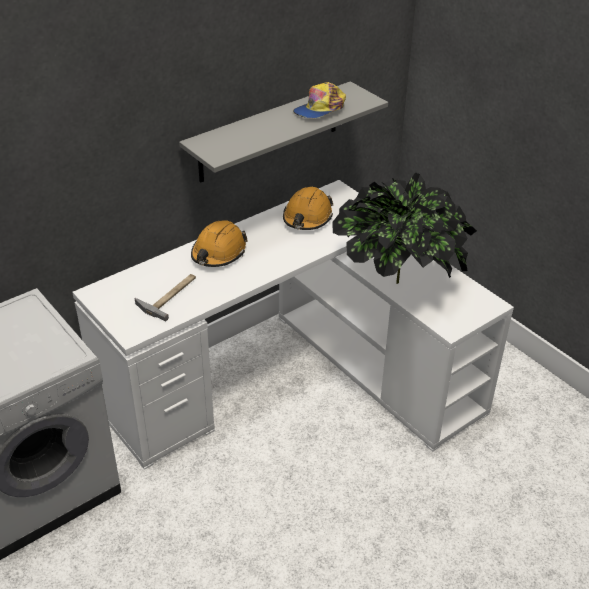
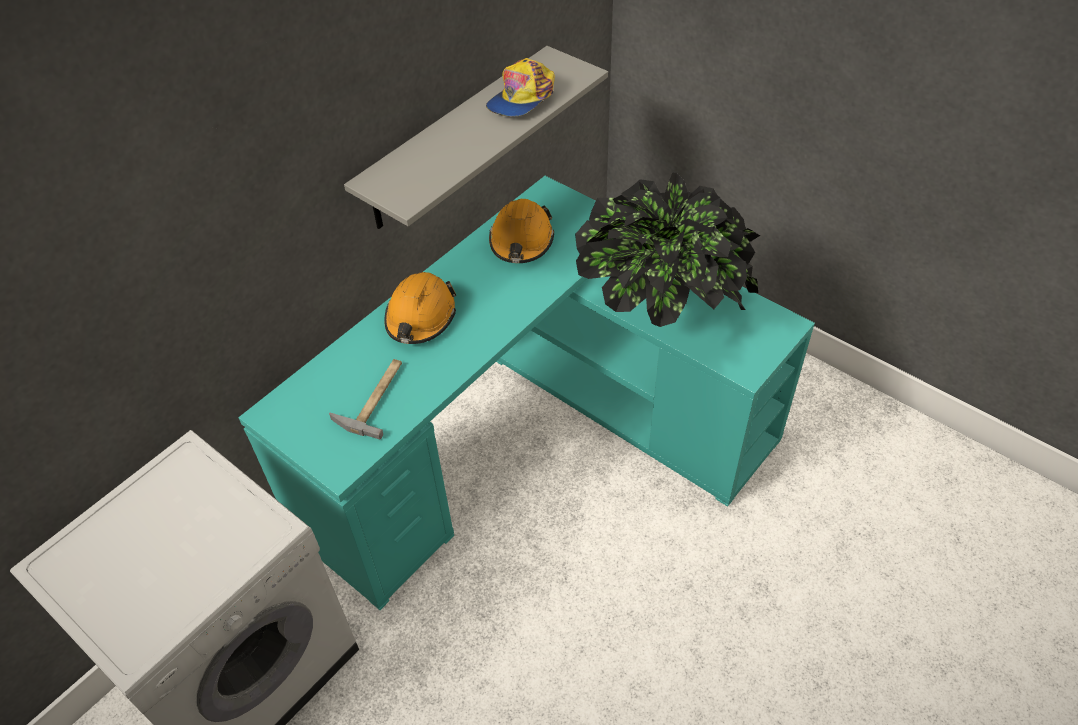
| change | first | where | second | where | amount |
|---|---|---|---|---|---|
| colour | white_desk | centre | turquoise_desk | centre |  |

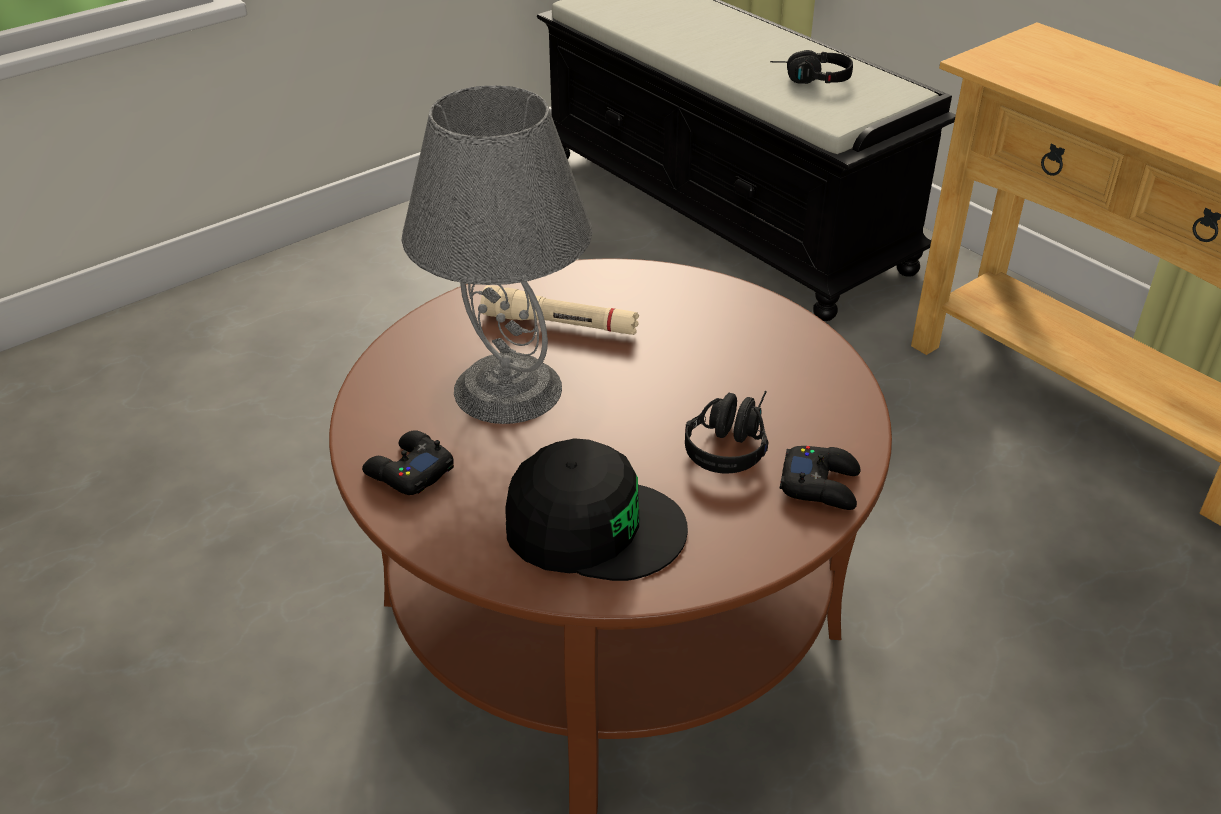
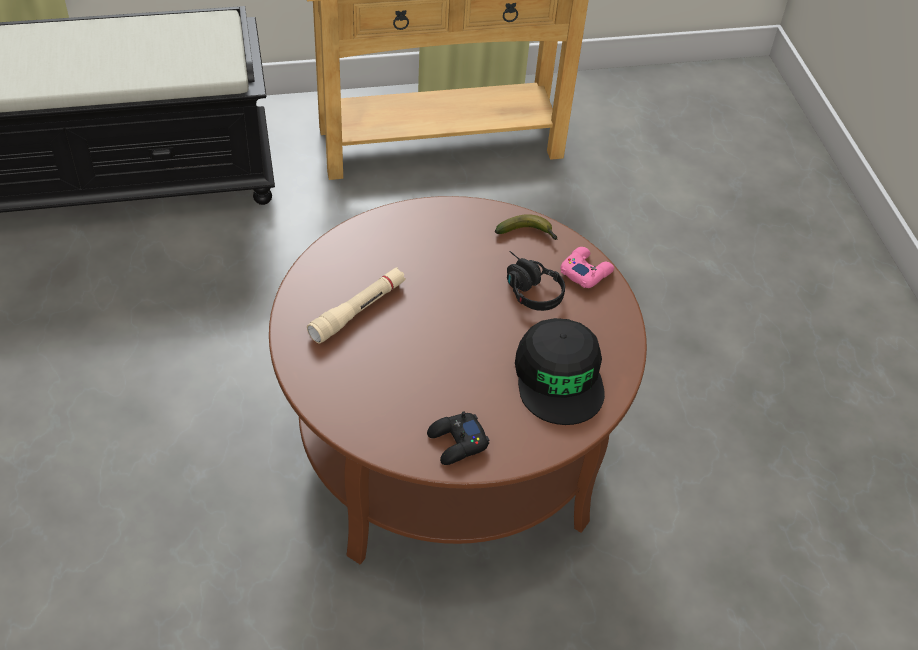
| change | first | where | second | where | amount |
|---|---|---|---|---|---|
| missing | grey_table_lamp | top centre |  |  |  |
| missing | black_headphones (no. 2 from left) | top centre |  |  |  |
| appeared |  |  | banana | centre |  |
| colour | black_game_controller (no. 2 from left) | middle right | pink_game_controller | centre |  |
| spun | black_cap | centre |  | centre | 135 degrees clockwise |

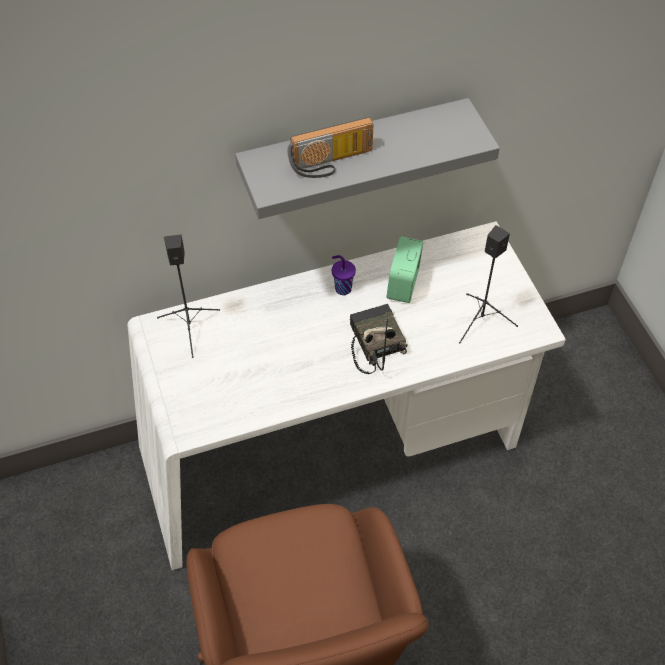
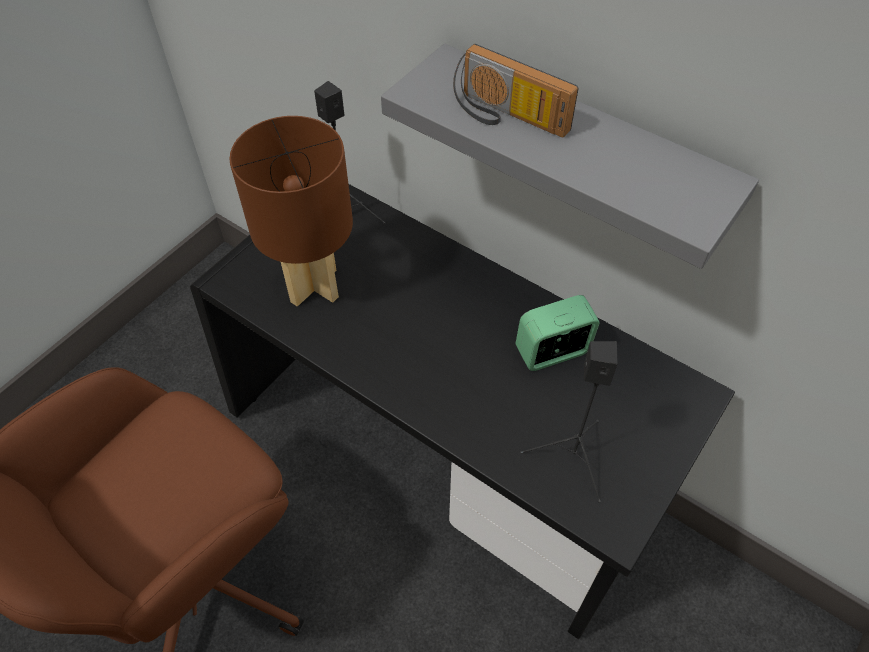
| change | first | where | second | where | amount |
|---|---|---|---|---|---|
| missing | purple_cup | centre |  |  |  |
| missing | radio (no. 2 from left) | centre |  |  |  |
| appeared |  |  | brown_table_lamp | top centre |  |
| colour | white_desk | centre | black_desk | centre |  |

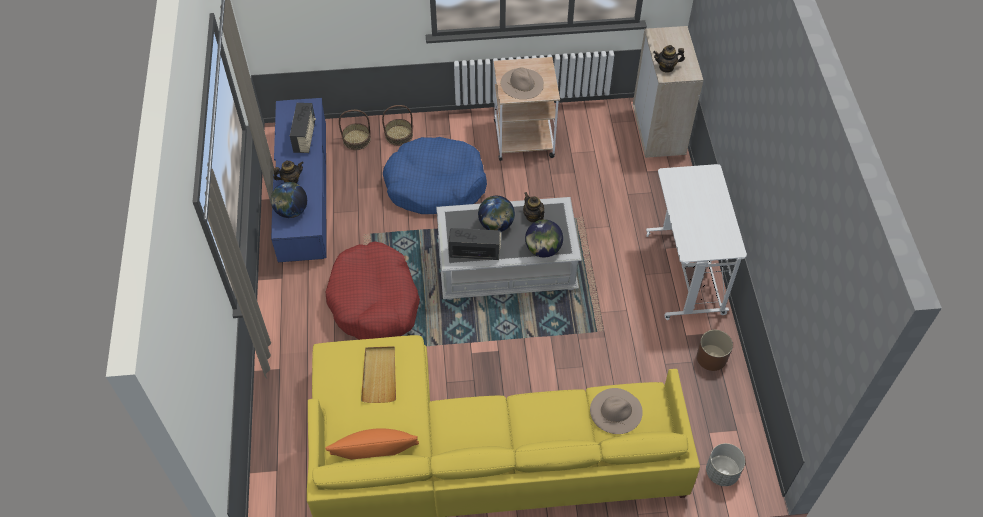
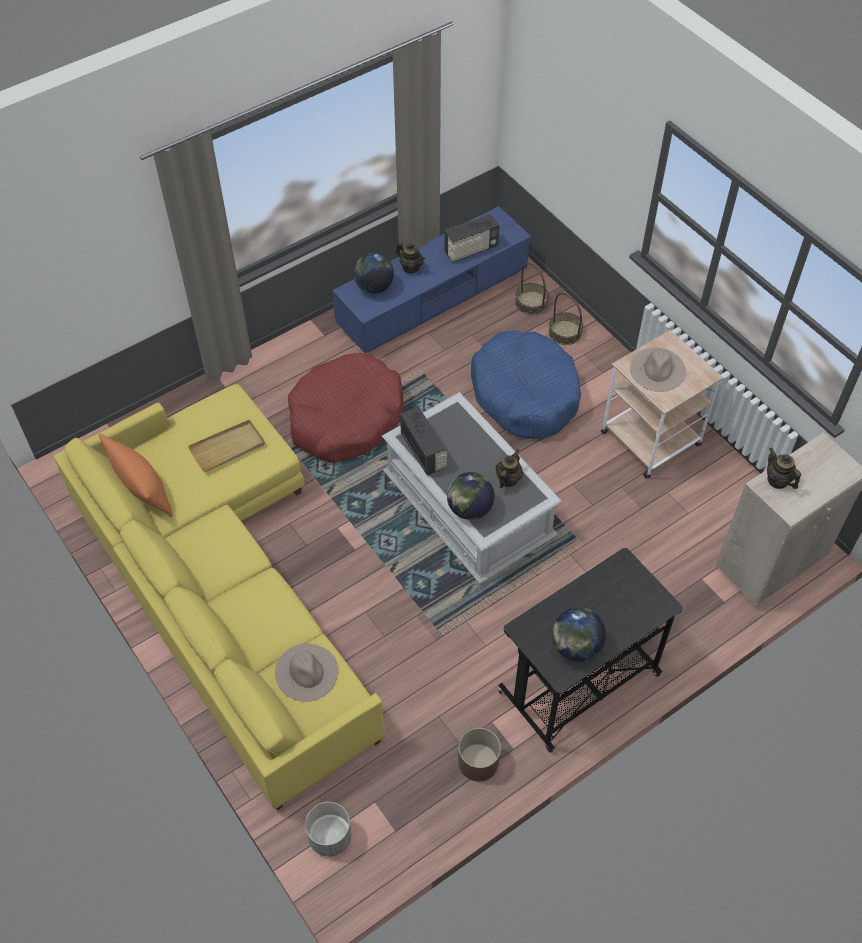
| change | first | where | second | where | amount |
|---|---|---|---|---|---|
| relocated | globe (no. 2 from left in the first image) | centre | globe (no. 3 from left) | bottom right |  |
| colour | white_desk | middle right | black_desk | bottom right |  |

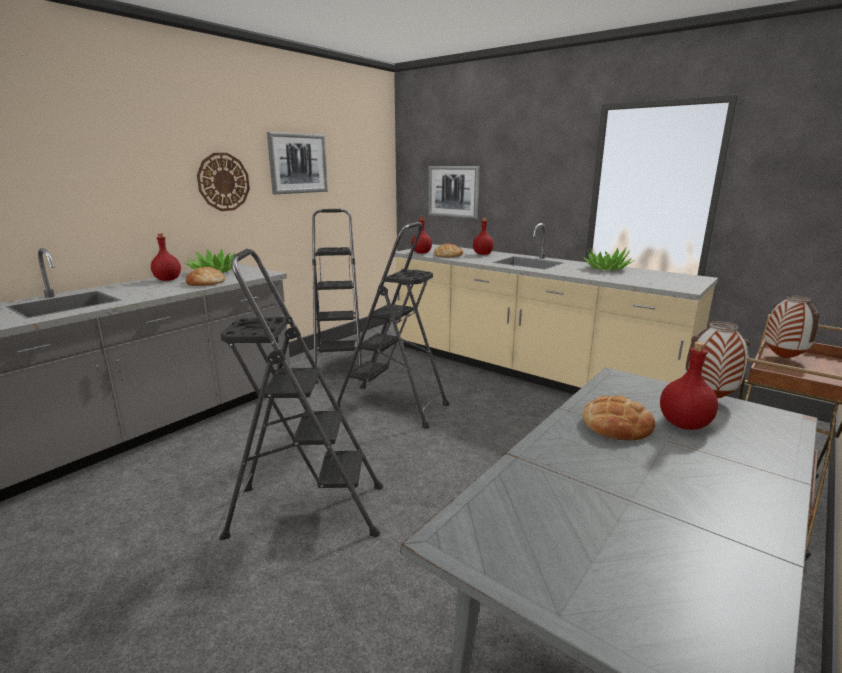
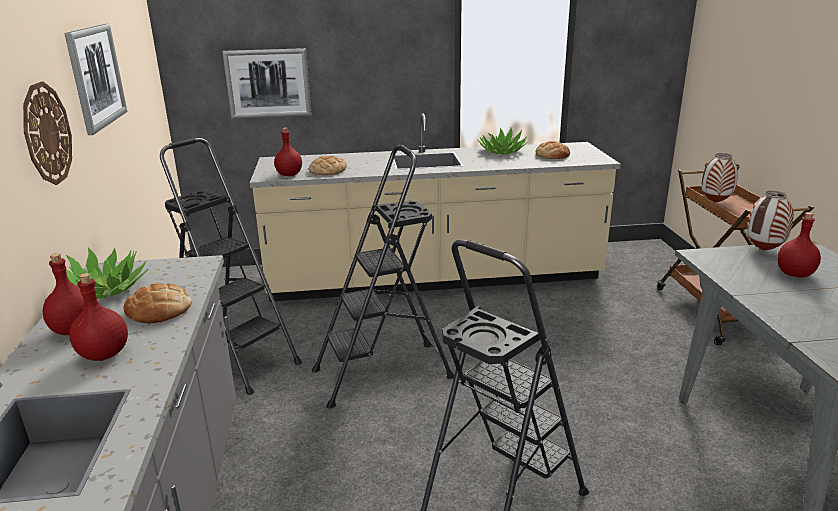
| change | first | where | second | where | amount |
|---|---|---|---|---|---|
| relocated | red_bottle (no. 3 from left in the first image) | centre | red_bottle (no. 2 from left) | middle left |  |
| relocated | bread (no. 3 from left) | middle right |  | top centre |  |

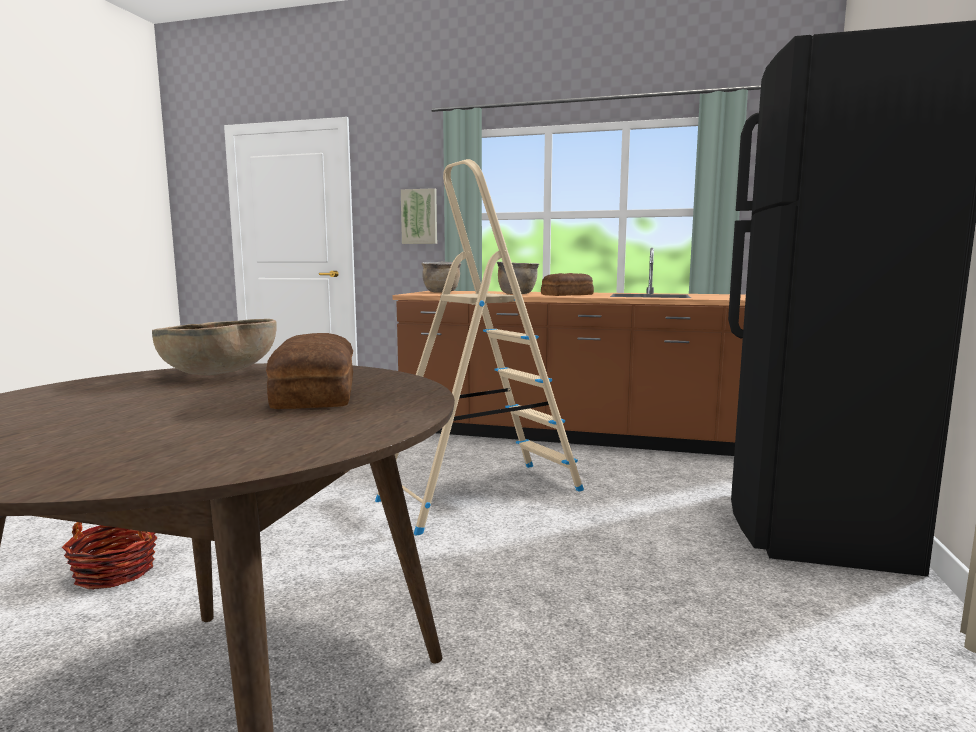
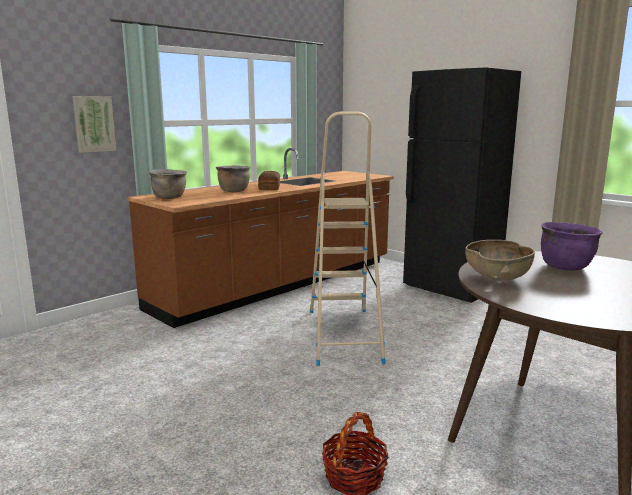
| change | first | where | second | where | amount |
|---|---|---|---|---|---|
| exchanged | bread (no. 1 from left) | middle left | purple_cooking_pot | middle right |  |

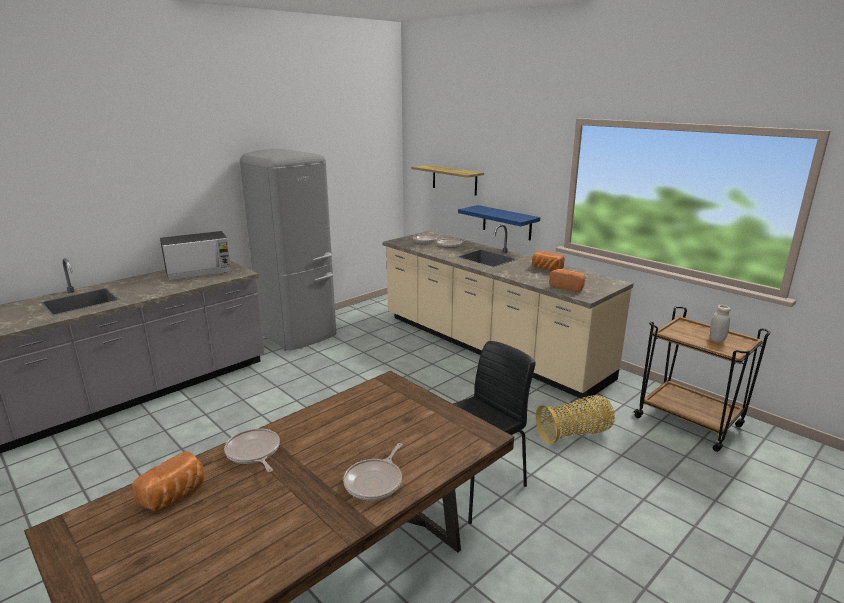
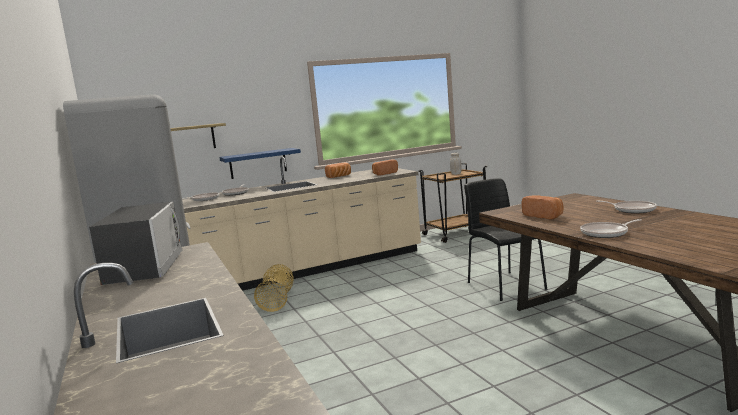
| change | first | where | second | where | amount |
|---|---|---|---|---|---|
| relocated | bread (no. 1 from left in the first image) | bottom left | bread (no. 3 from left) | middle right |  |
| relocated | basket | bottom right |  | bottom centre |  |

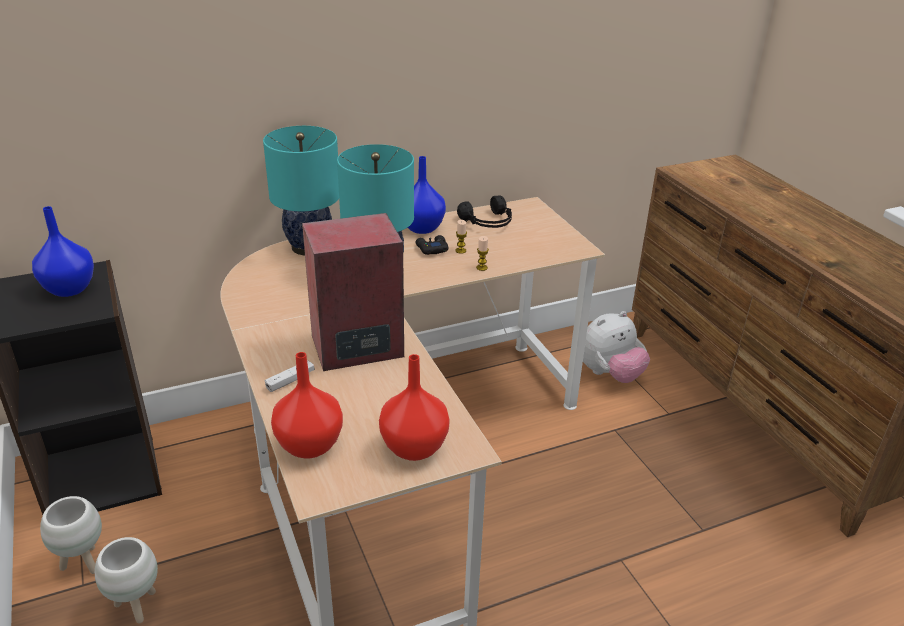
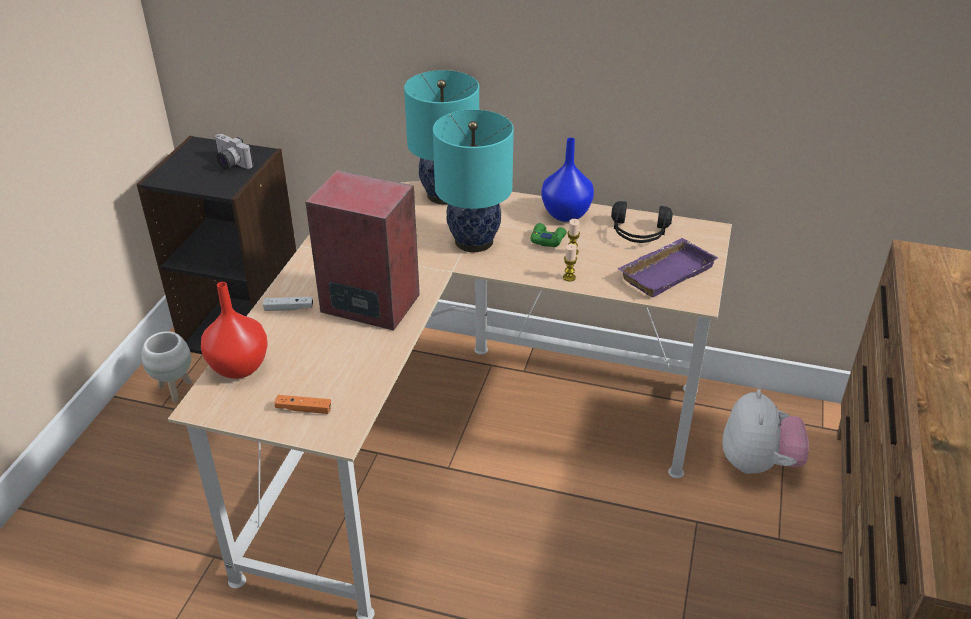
| change | first | where | second | where | amount |
|---|---|---|---|---|---|
| missing | white_planter (no. 2 from left) | bottom left |  |  |  |
| appeared |  |  | purple_tray | middle right |  |
| exchanged | blue_vase (no. 1 from left) | middle left | photo_camera | top left |  |
| exchanged | red_vase (no. 2 from left) | centre | orange_game_controller | middle left |  |
| colour | black_game_controller | centre | green_game_controller | centre |  |
| spun | plush_toy | middle right |  | bottom right | 90 degrees counterclockwise |

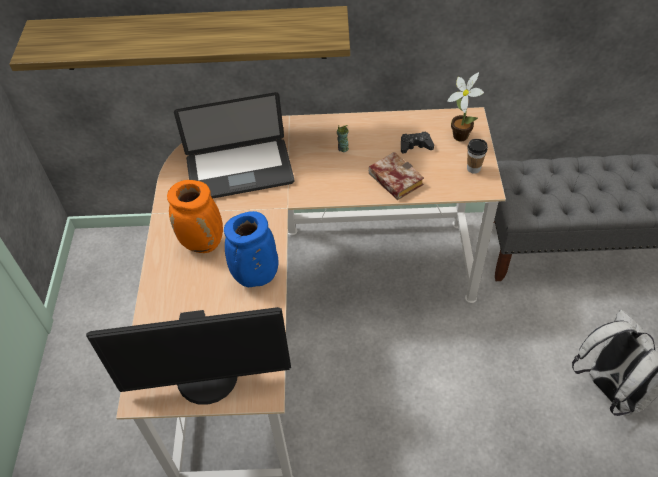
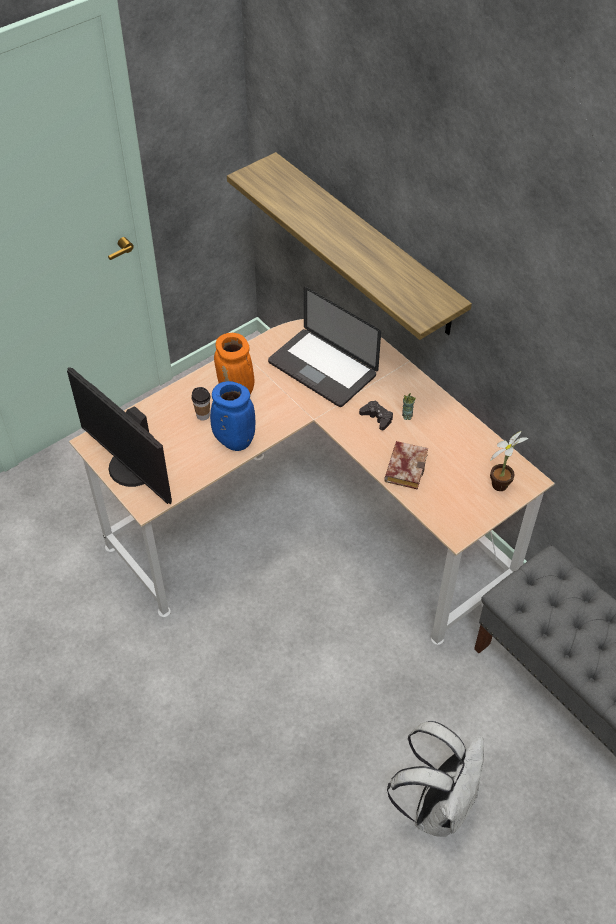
| change | first | where | second | where | amount |
|---|---|---|---|---|---|
| relocated | black_game_controller | top centre |  | centre |  |
| relocated | cup (no. 2 from left in the first image) | top right | cup (no. 1 from left) | middle left |  |

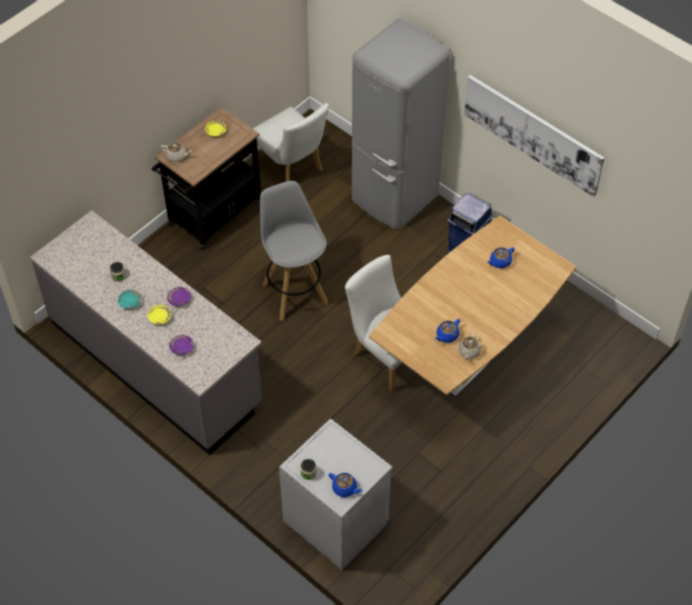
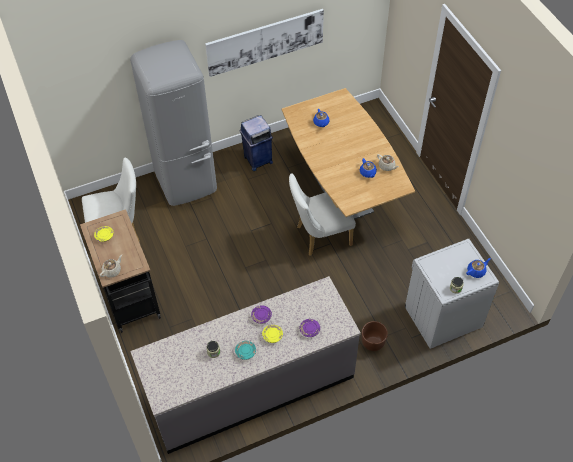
| change | first | where | second | where | amount |
|---|---|---|---|---|---|
| missing | grey_stool | centre |  |  |  |
| appeared |  |  | brown_planter | bottom centre |  |

